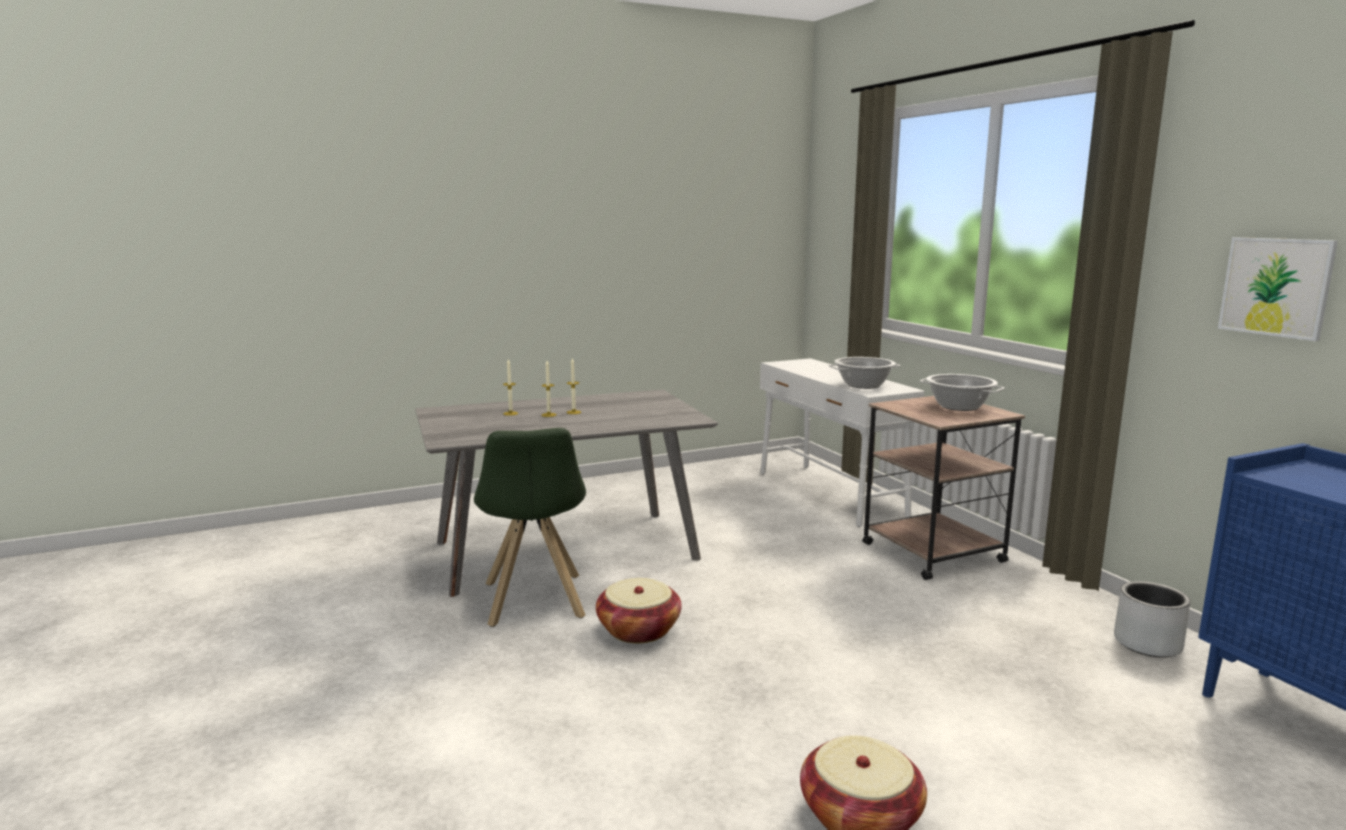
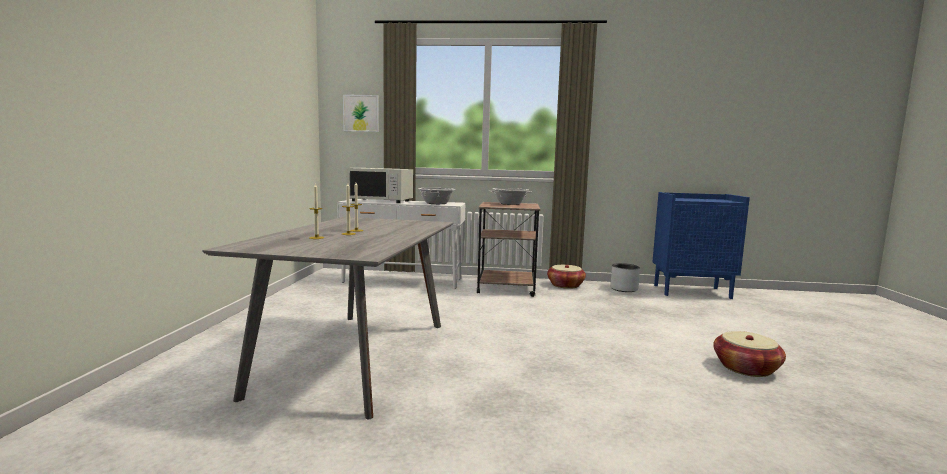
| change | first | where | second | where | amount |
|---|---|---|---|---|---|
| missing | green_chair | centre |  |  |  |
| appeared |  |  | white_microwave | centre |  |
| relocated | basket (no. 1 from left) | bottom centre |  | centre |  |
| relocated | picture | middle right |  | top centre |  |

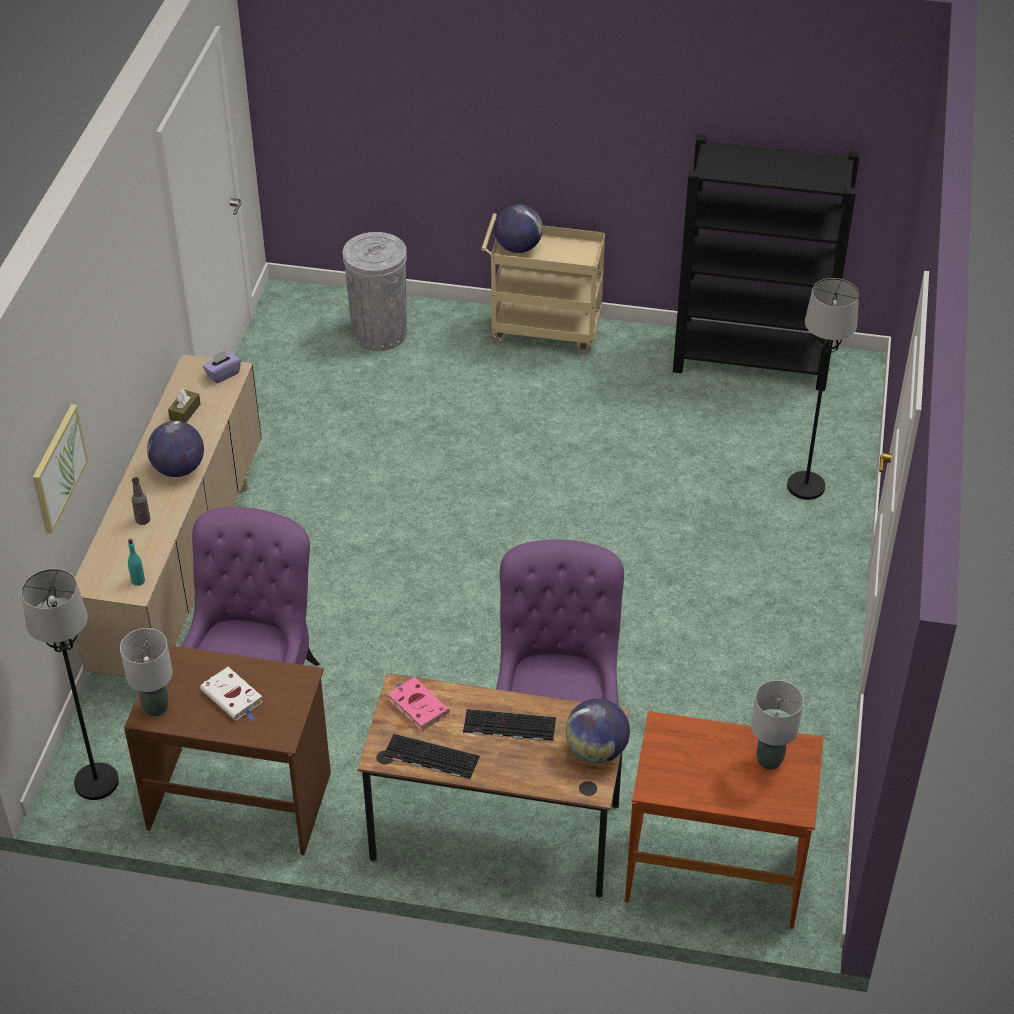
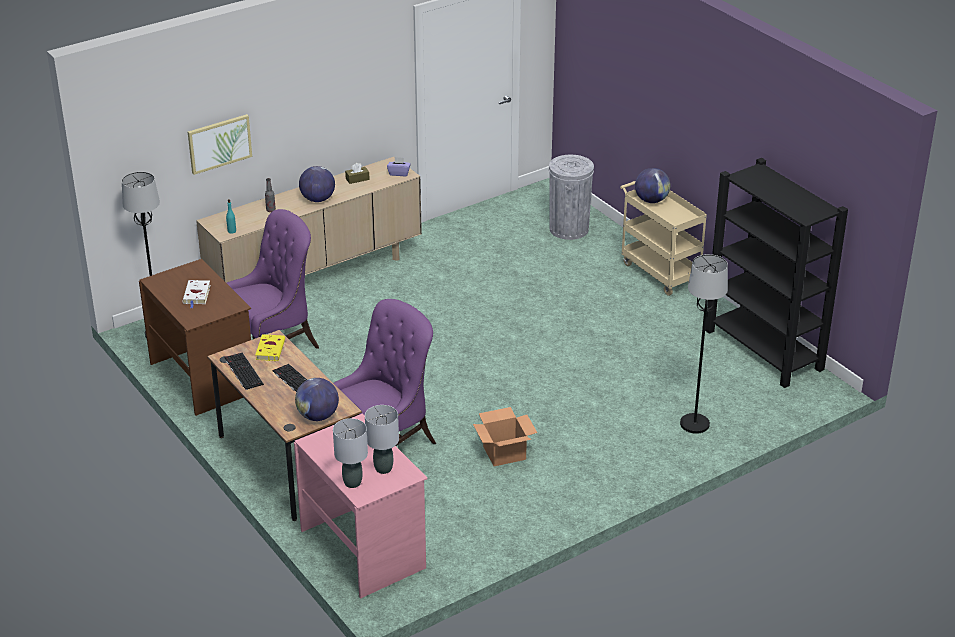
| change | first | where | second | where | amount |
|---|---|---|---|---|---|
| appeared |  |  | cardboard_box | bottom centre |  |
| relocated | grey_table_lamp (no. 1 from left) | middle left |  | bottom centre |  |
| colour | pink_book | bottom centre | yellow_book | middle left |  |
| colour | brown_desk (no. 3 from left) | bottom right | pink_desk | bottom centre |  |

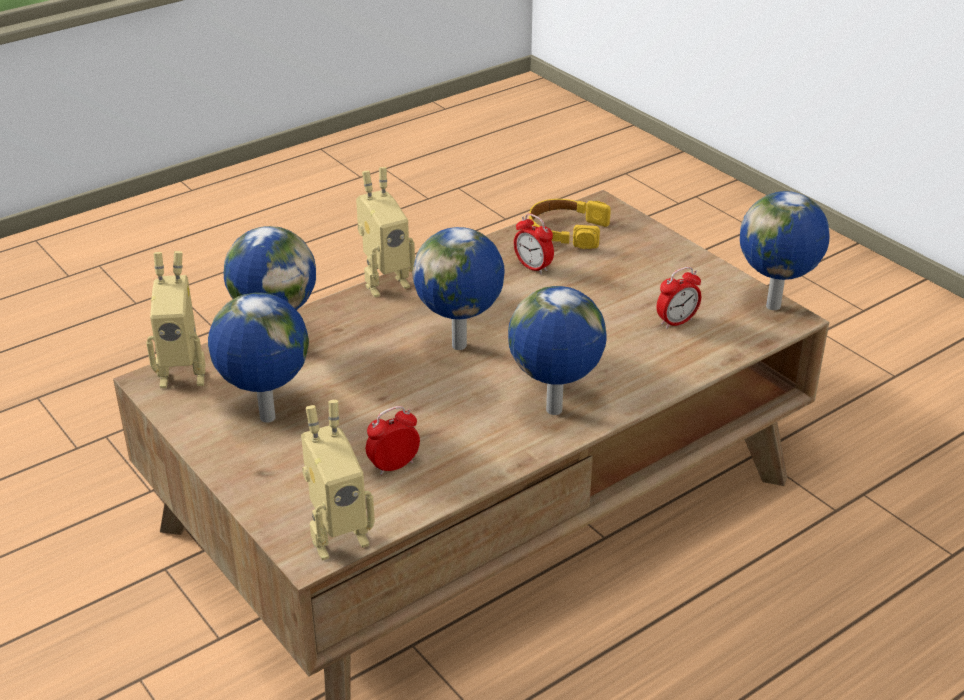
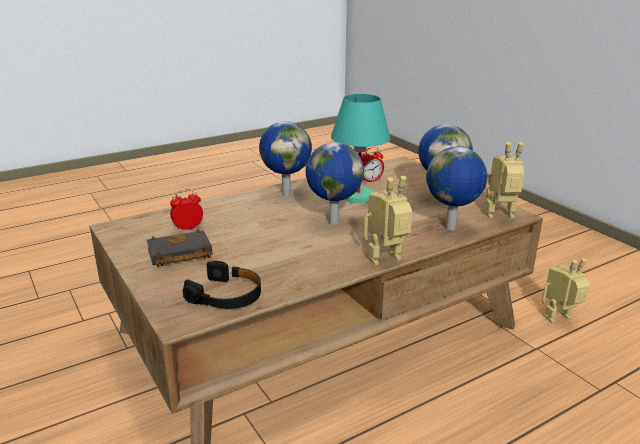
| change | first | where | second | where | amount |
|---|---|---|---|---|---|
| missing | alarm_clock (no. 2 from left) | centre |  |  |  |
| missing | globe (no. 5 from left) | middle right |  |  |  |
| appeared |  |  | black_book | middle left |  |
| appeared |  |  | turquoise_table_lamp | centre |  |
| relocated | toy_robot (no. 2 from left in the first image) | bottom centre | toy_robot (no. 3 from left) | middle right |  |
| colour | yellow_headphones | top centre | black_headphones | centre |  |

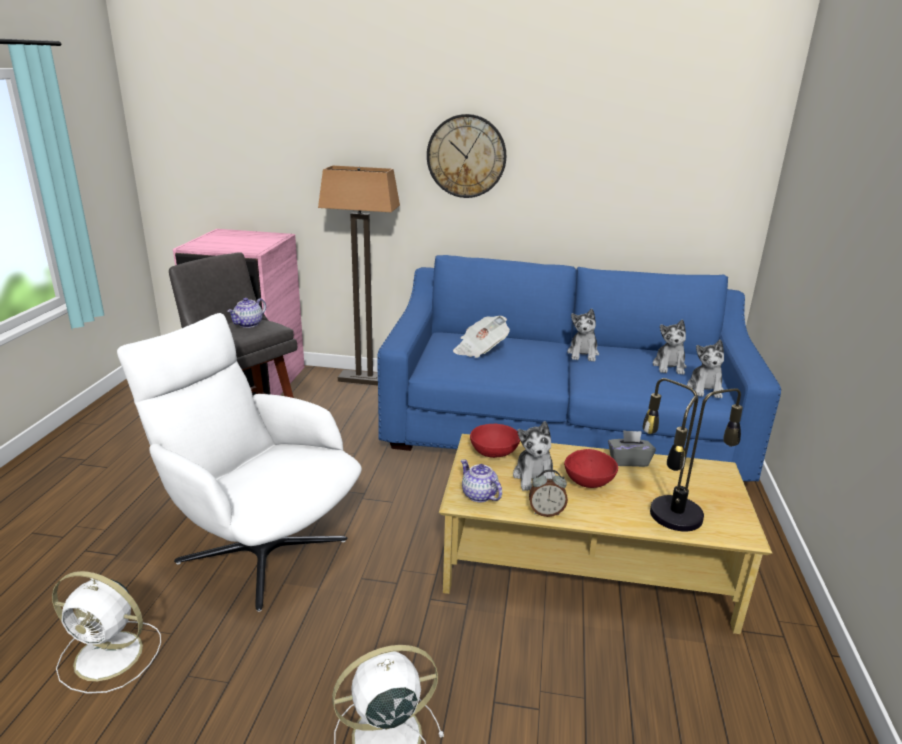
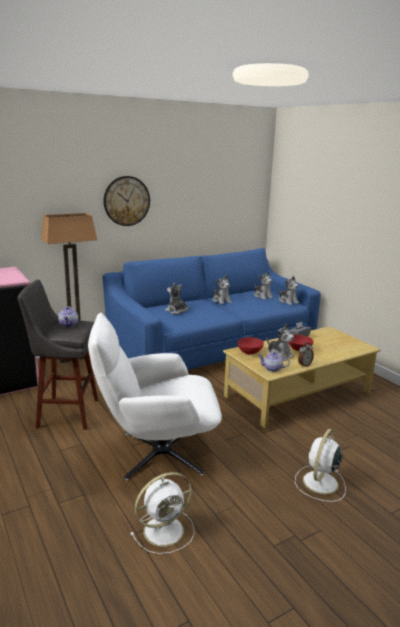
| change | first | where | second | where | amount |
|---|---|---|---|---|---|
| missing | table_lamp | middle right |  |  |  |
| exchanged | newspaper | centre | plush_toy (no. 1 from left) | centre |  |

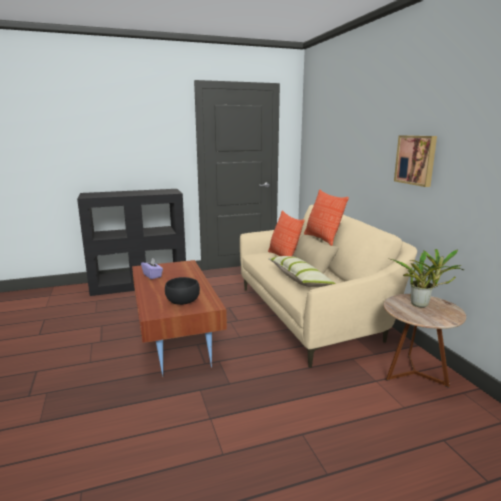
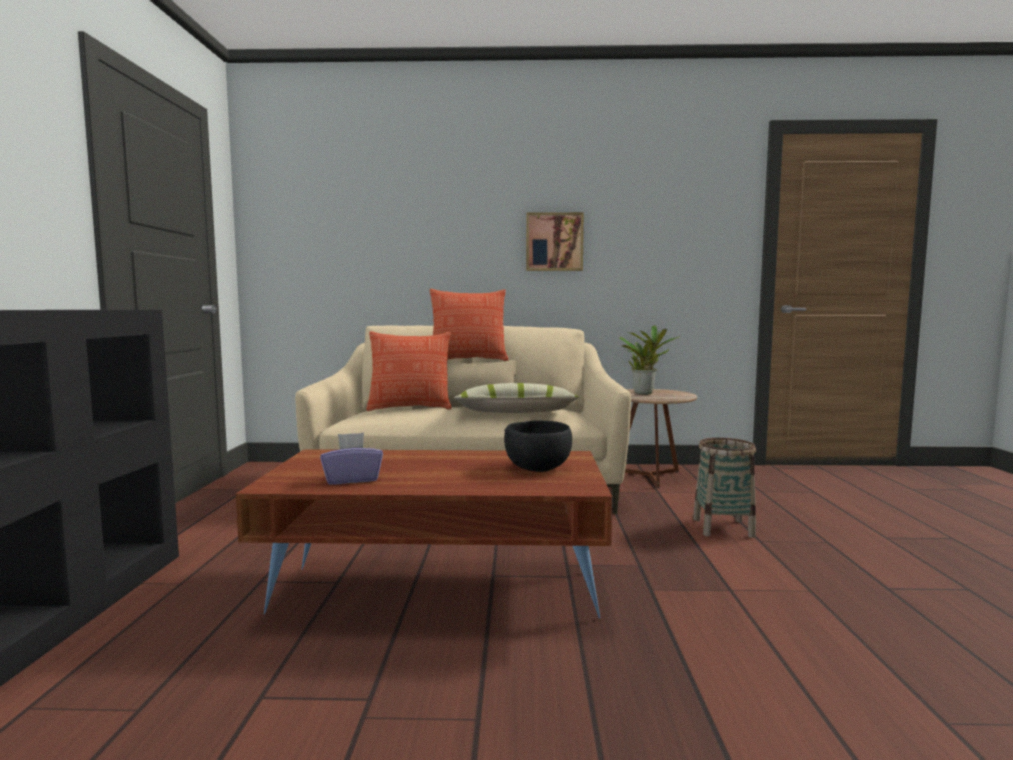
| change | first | where | second | where | amount |
|---|---|---|---|---|---|
| appeared |  |  | basket | middle right |  |

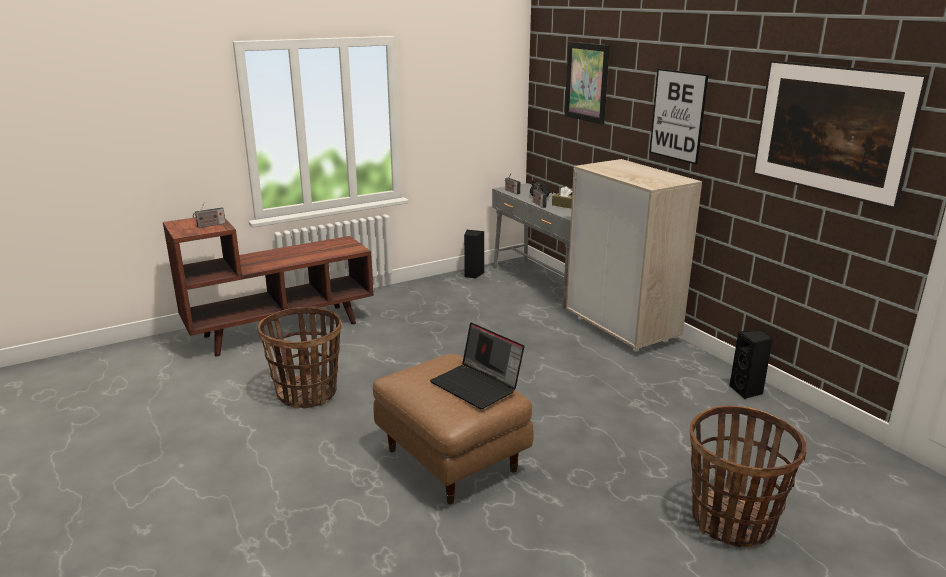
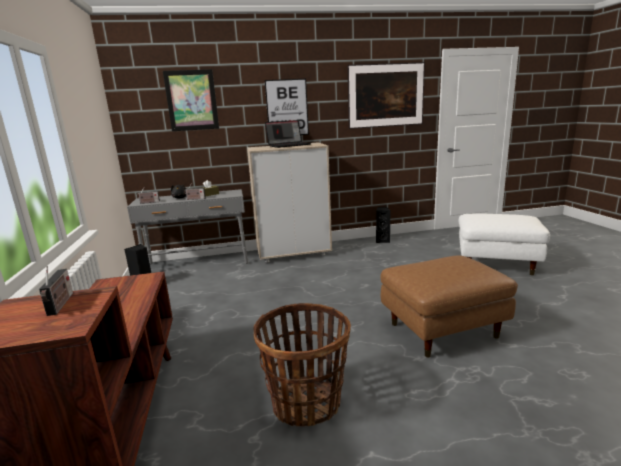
| change | first | where | second | where | amount |
|---|---|---|---|---|---|
| relocated | laptop | centre |  | top centre |  |
| exchanged | basket (no. 2 from left) | bottom right | white_ottoman | middle right |  |

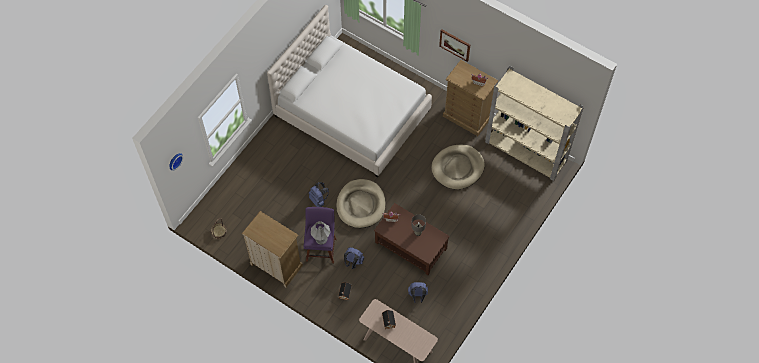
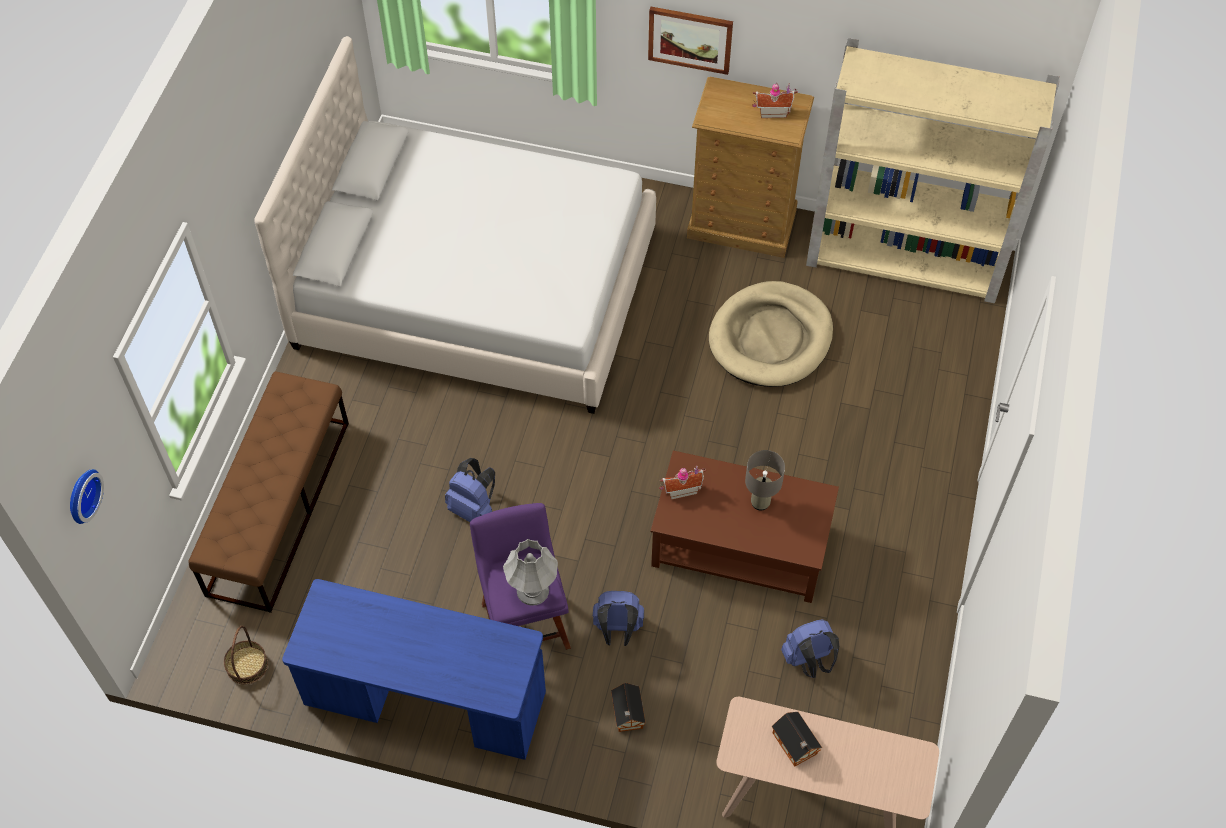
| change | first | where | second | where | amount |
|---|---|---|---|---|---|
| missing | beige_dog_bed (no. 1 from left) | centre |  |  |  |
| appeared |  |  | brown_bench | middle left |  |
| exchanged | brown_dresser (no. 1 from left) | bottom centre | blue_desk | bottom centre |  |

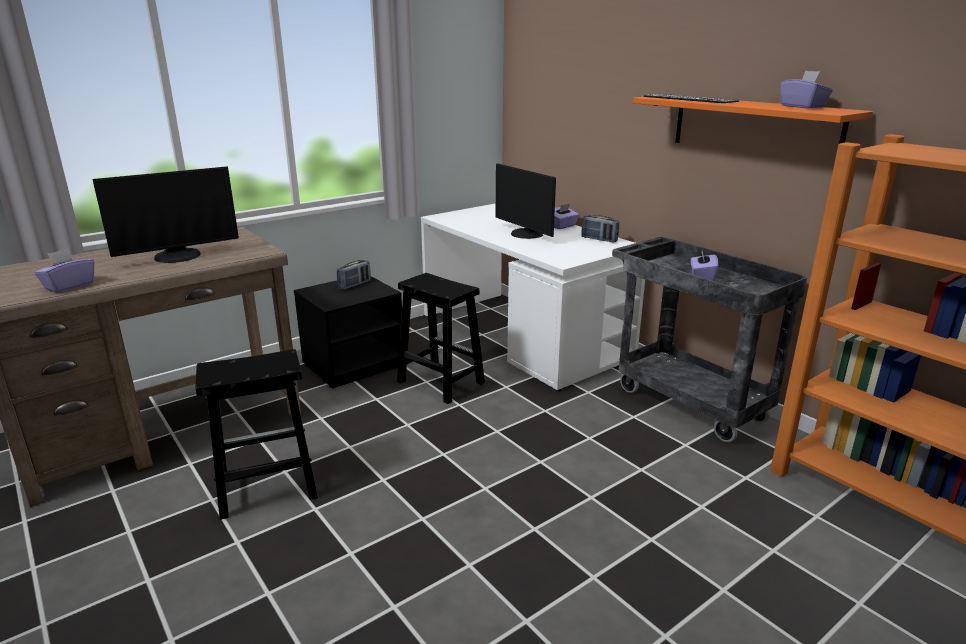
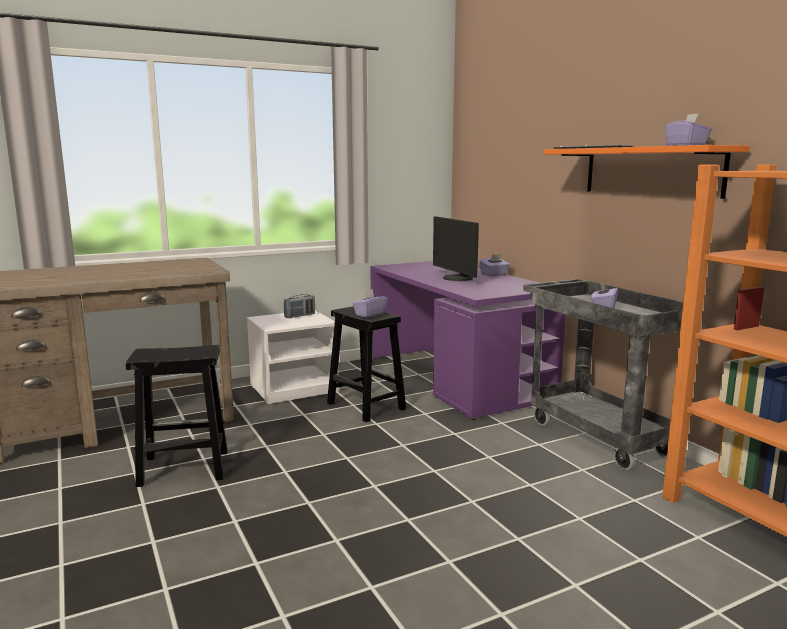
| change | first | where | second | where | amount |
|---|---|---|---|---|---|
| missing | monitor (no. 1 from left) | top left |  |  |  |
| missing | radio (no. 2 from left) | centre |  |  |  |
| relocated | purple_tissue_box (no. 1 from left) | middle left |  | centre |  |
| colour | black_nightstand | centre | white_nightstand | centre |  |
| colour | white_desk | centre | purple_desk | centre |  |

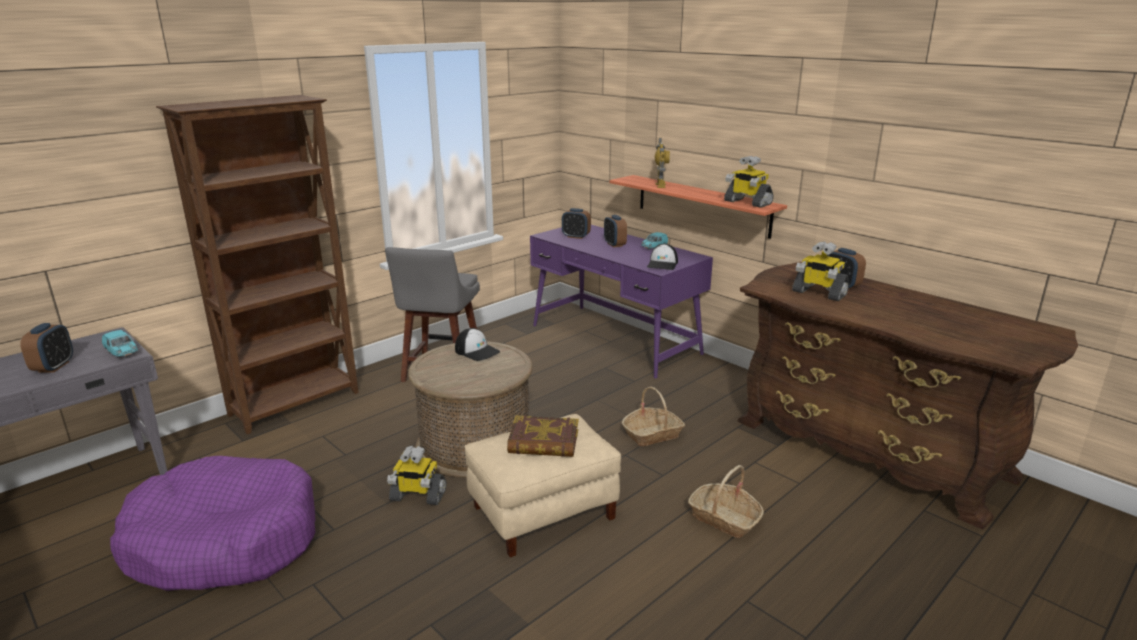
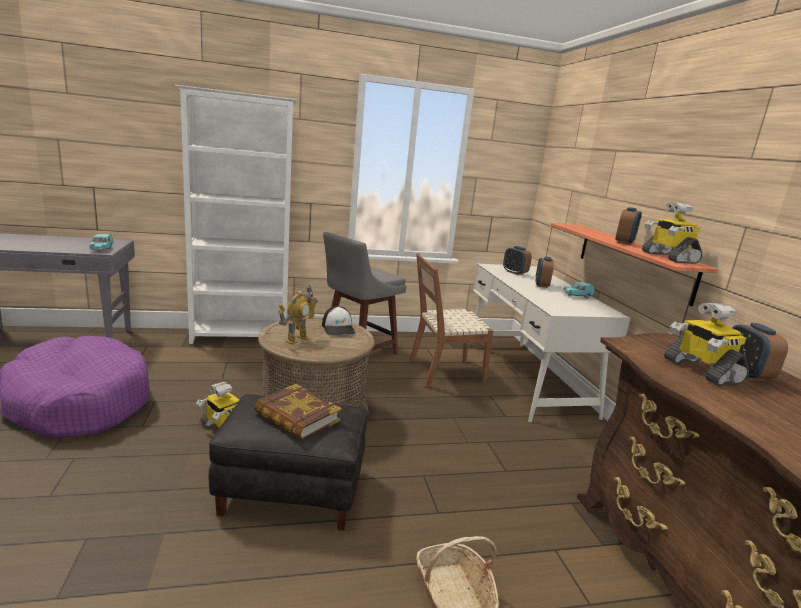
| change | first | where | second | where | amount |
|---|---|---|---|---|---|
| missing | basket (no. 1 from left) | centre |  |  |  |
| missing | cap (no. 2 from left) | centre |  |  |  |
| appeared |  |  | chair | centre |  |
| relocated | alarm_clock (no. 1 from left in the first image) | middle left | alarm_clock (no. 3 from left) | middle right |  |
| relocated | toy_robot (no. 2 from left) | top centre |  | centre |  |
| colour | brown_bookcase | middle left | white_bookcase | middle left |  |
| colour | beige_ottoman | bottom centre | black_ottoman | bottom centre |  |
| colour | purple_desk | centre | white_desk | middle right |  |

